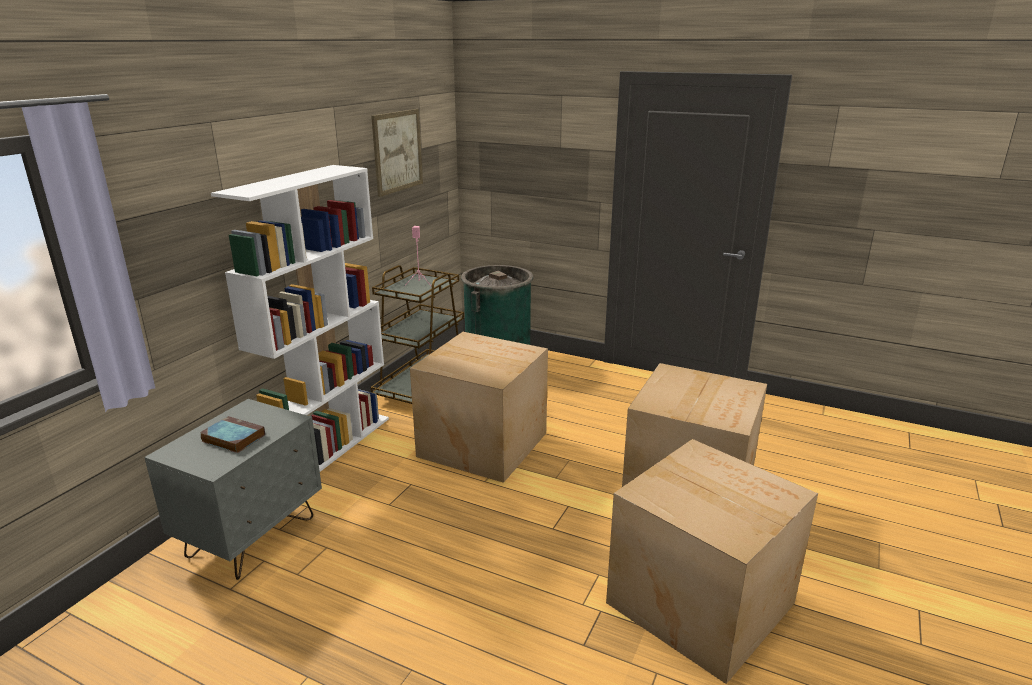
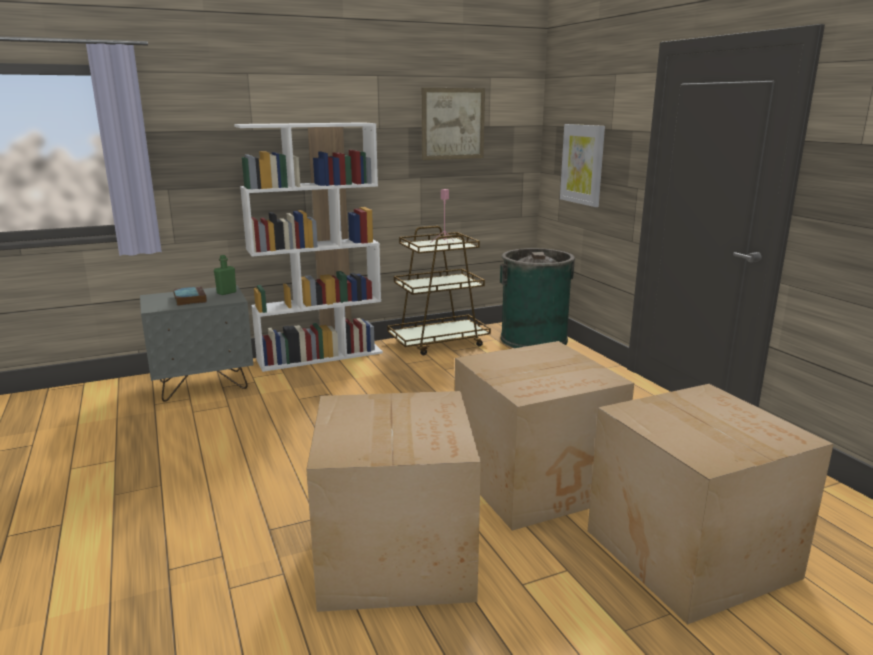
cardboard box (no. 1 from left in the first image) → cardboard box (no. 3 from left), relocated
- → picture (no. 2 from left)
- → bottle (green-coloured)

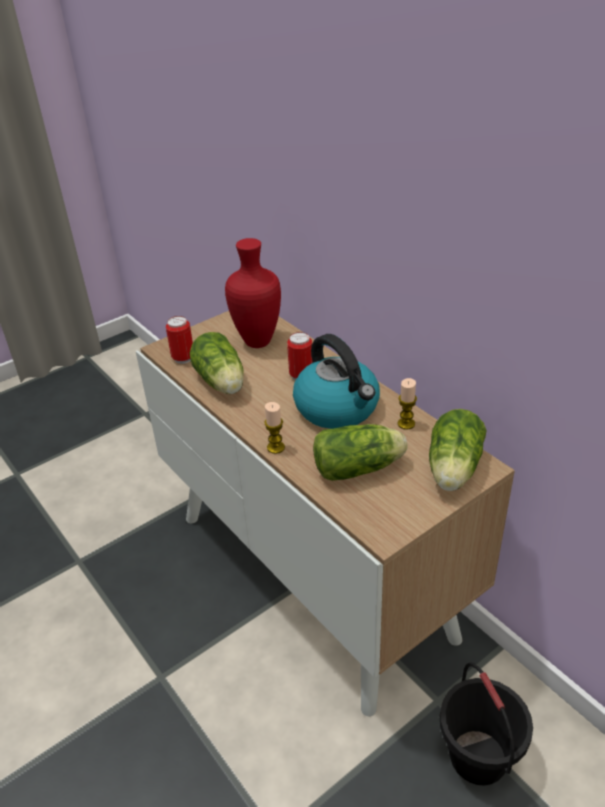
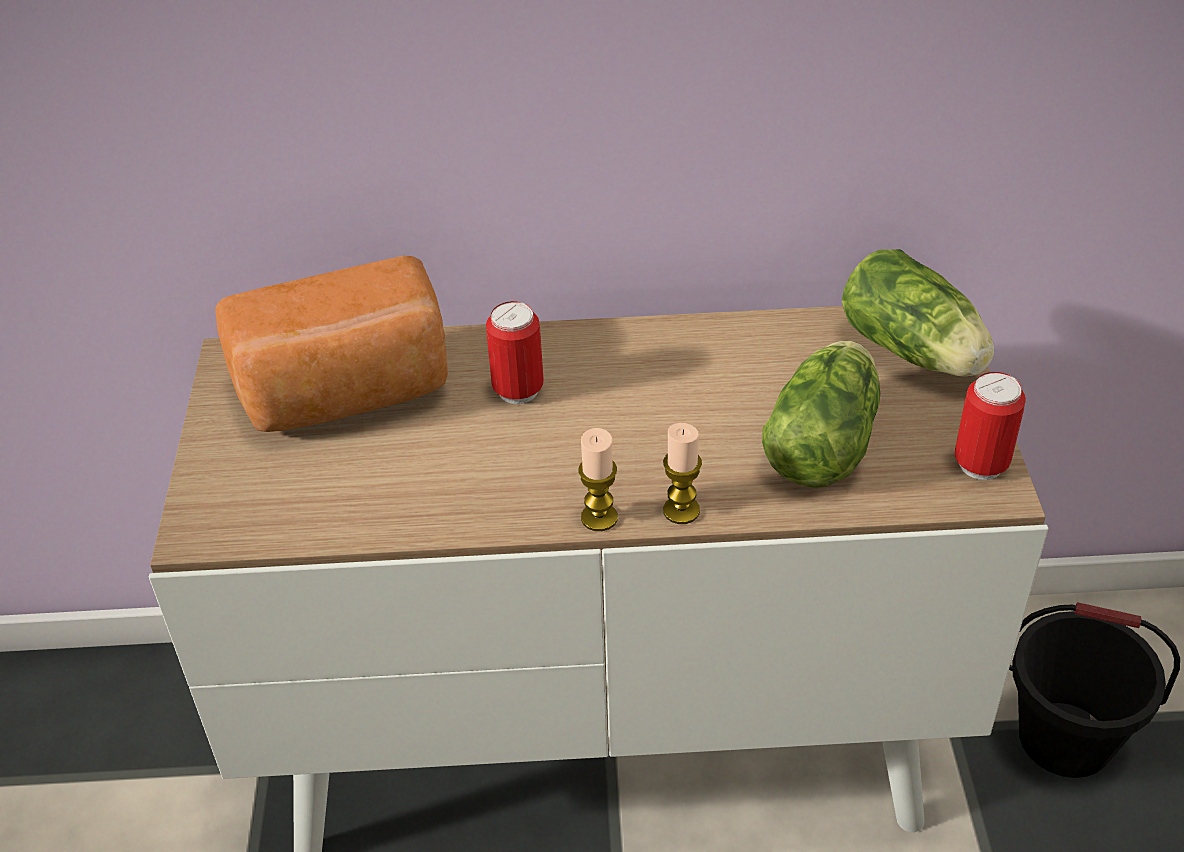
decorative vase (red-coloured) → bakery bread
sealed can (no. 1 from left in the first image) → sealed can (no. 2 from left), relocated
head of lettuce (no. 1 from left) → -
kettle → -
candle (no. 2 from left in the first image) → candle (no. 1 from left), relocated

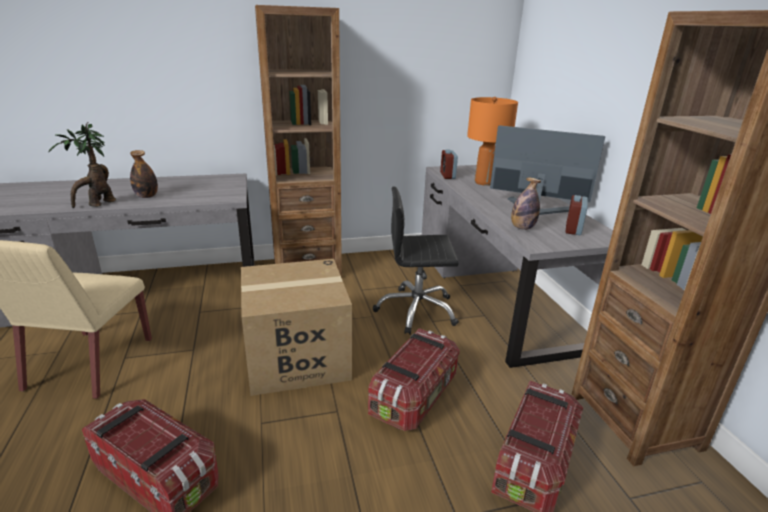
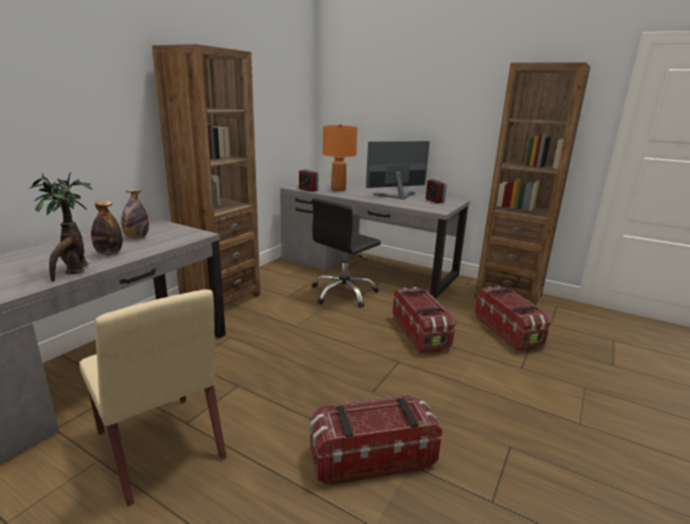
bottle (no. 2 from left), relocated
cardboard box → -

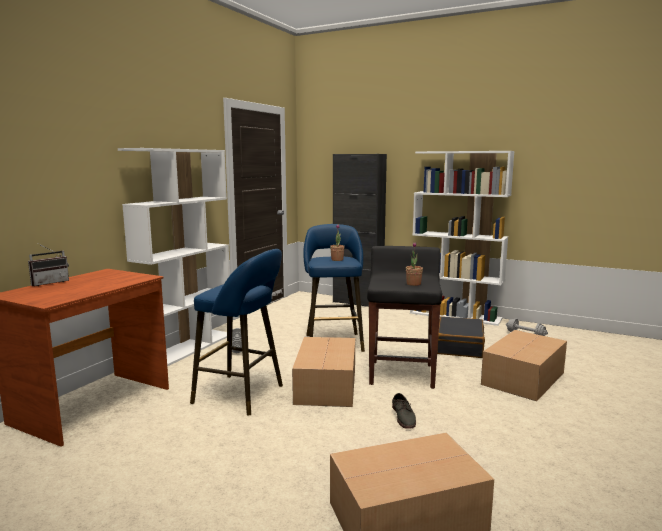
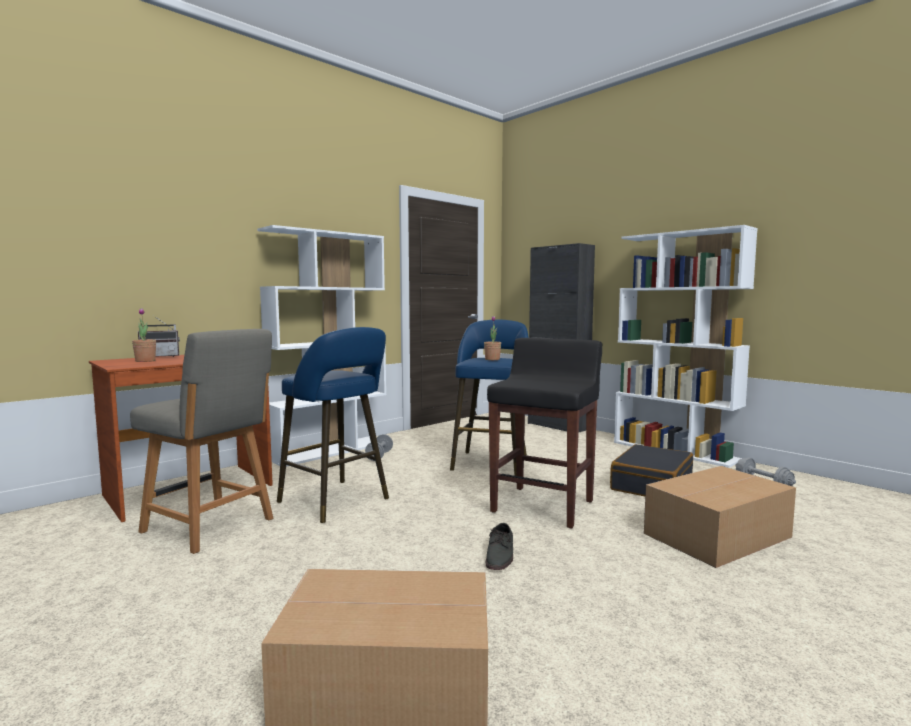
houseplant (no. 2 from left in the first image) → houseplant (no. 1 from left), relocated
cardboard box (no. 1 from left) → -
- → plain chair (gray)

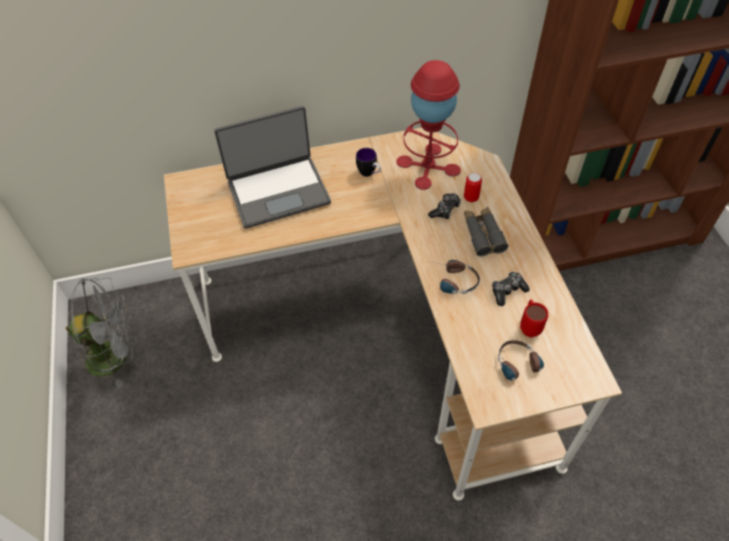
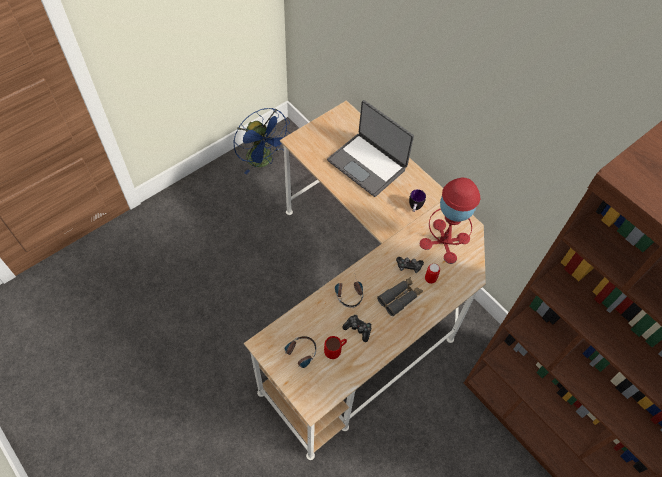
cooling fan (gray) → cooling fan (bluish)

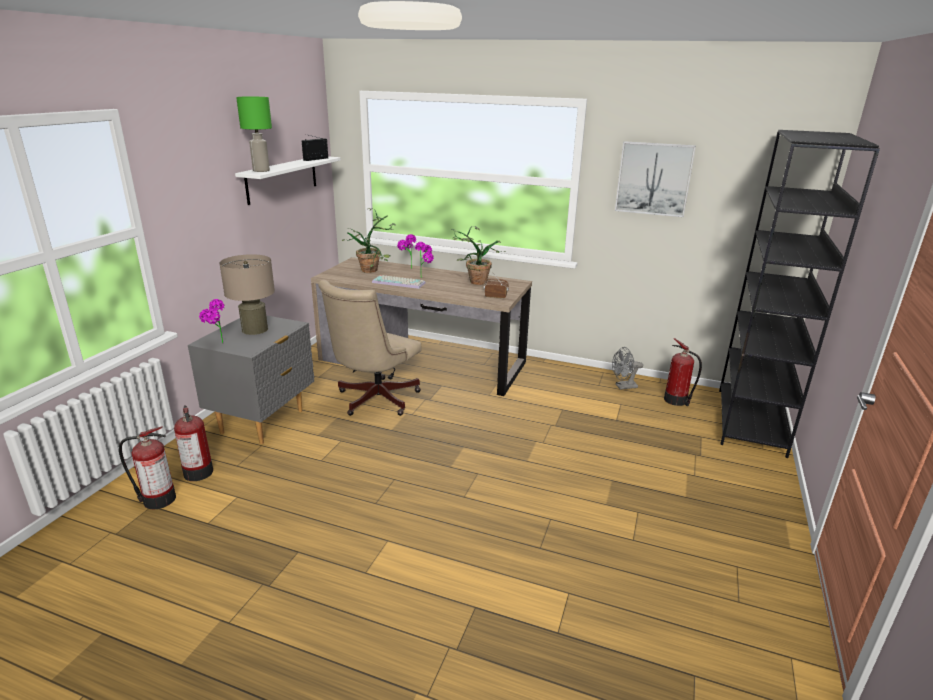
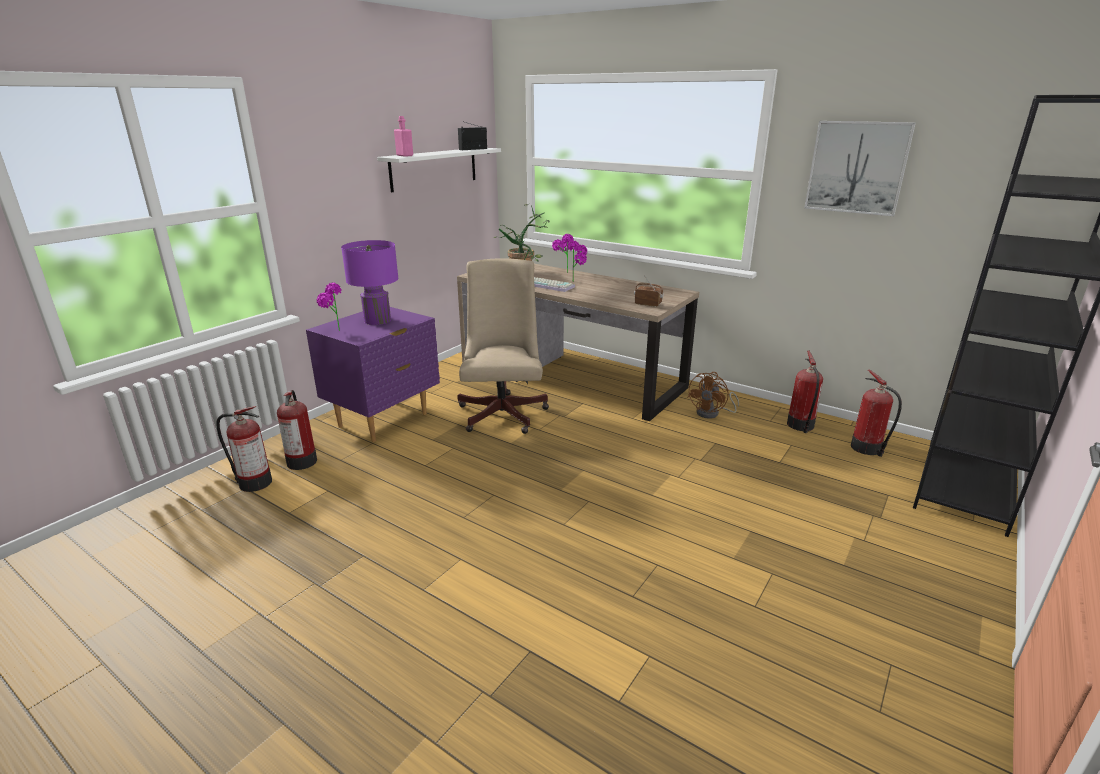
tabletop lamp (green-coloured) → bottle (pink)
houseplant (no. 5 from left) → -
tabletop lamp (beige-coloured) → tabletop lamp (purple-coloured)
computer chair (beige-coloured), 135 degrees clockwise
night table (gray) → night table (purple-coloured)
cooling fan (gray) → extinguisher (no. 3 from left)
- → cooling fan (brownish)

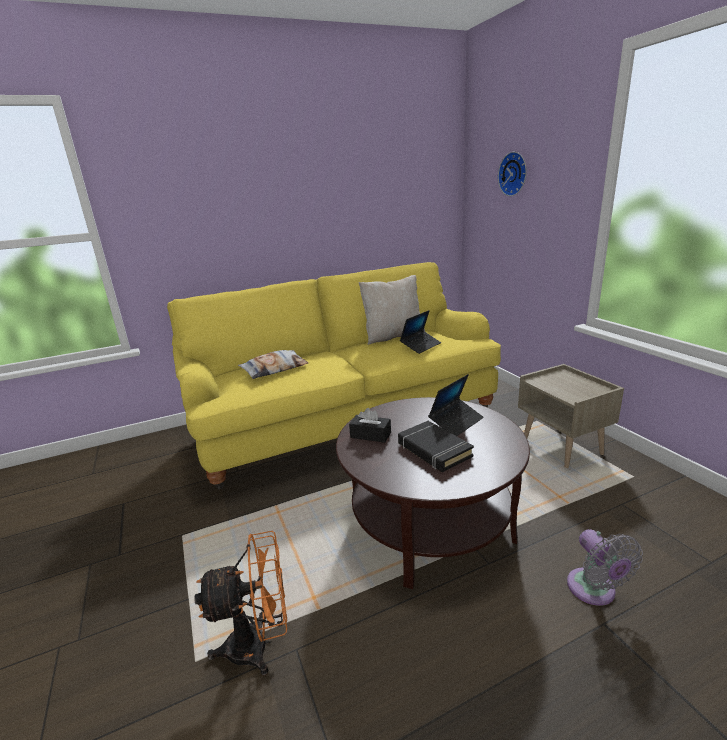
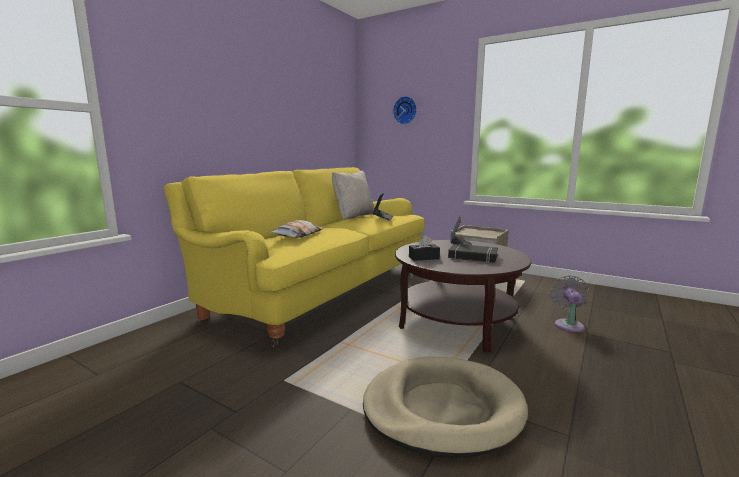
cooling fan (gray), 120 degrees counterclockwise
cooling fan (orange) → dog cushion (beige-coloured)

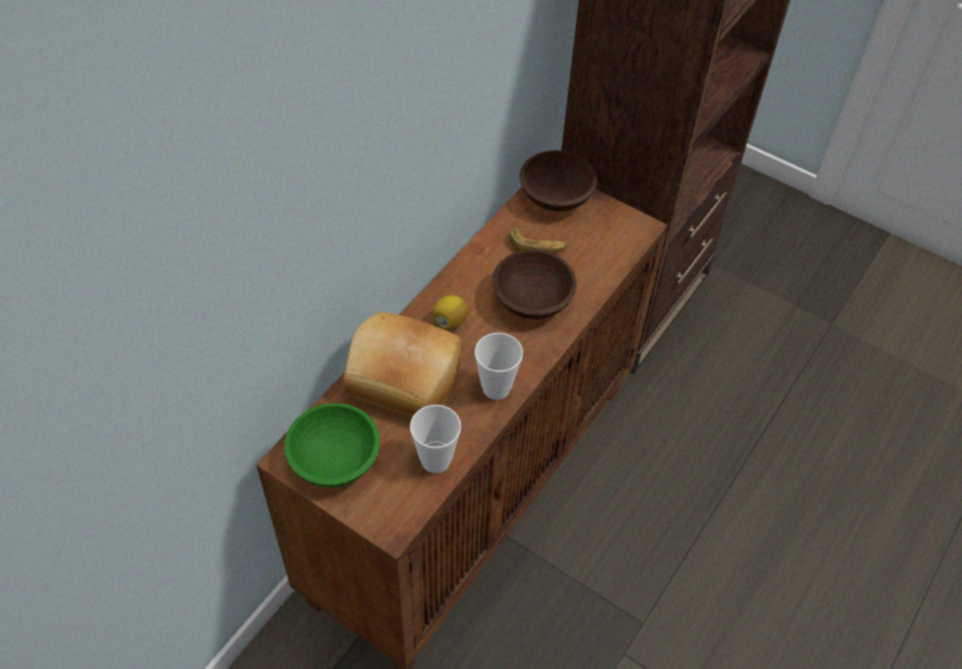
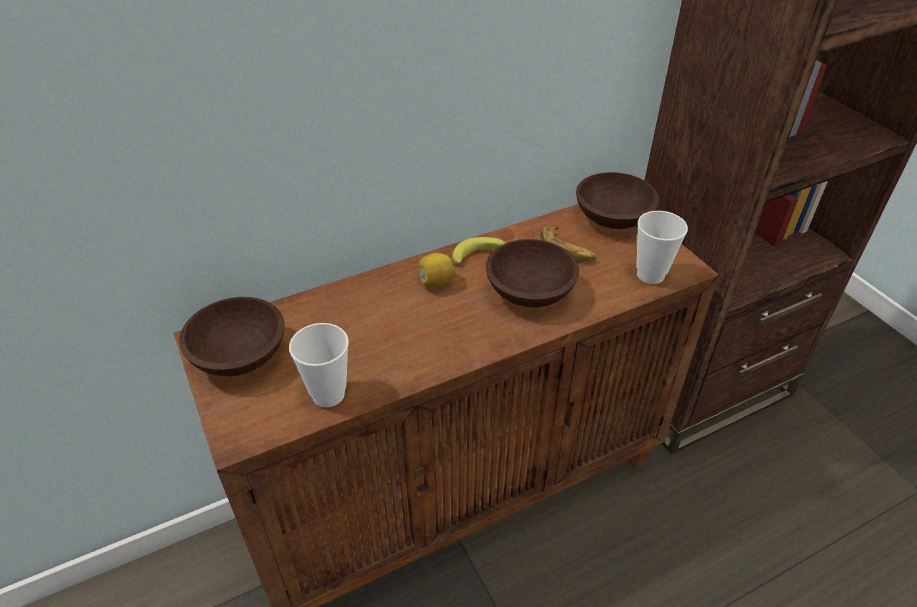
bakery bread → -
cup (no. 2 from left), relocated
deep dish (green-coloured) → deep dish (brownish) (no. 1 from left)
- → whole banana (no. 1 from left)

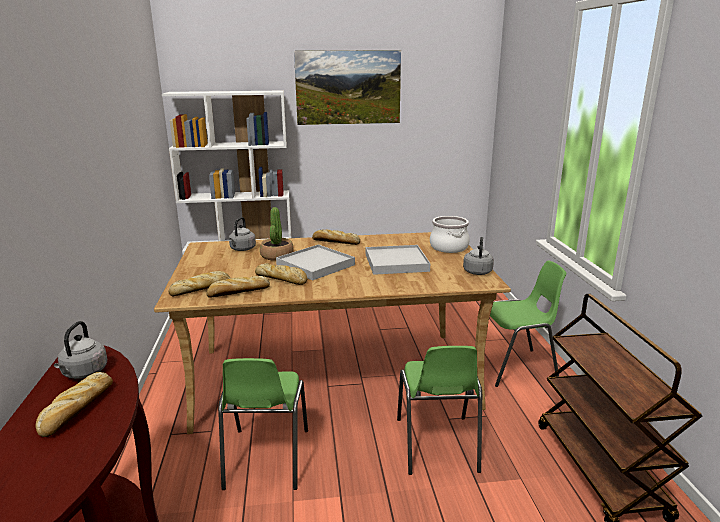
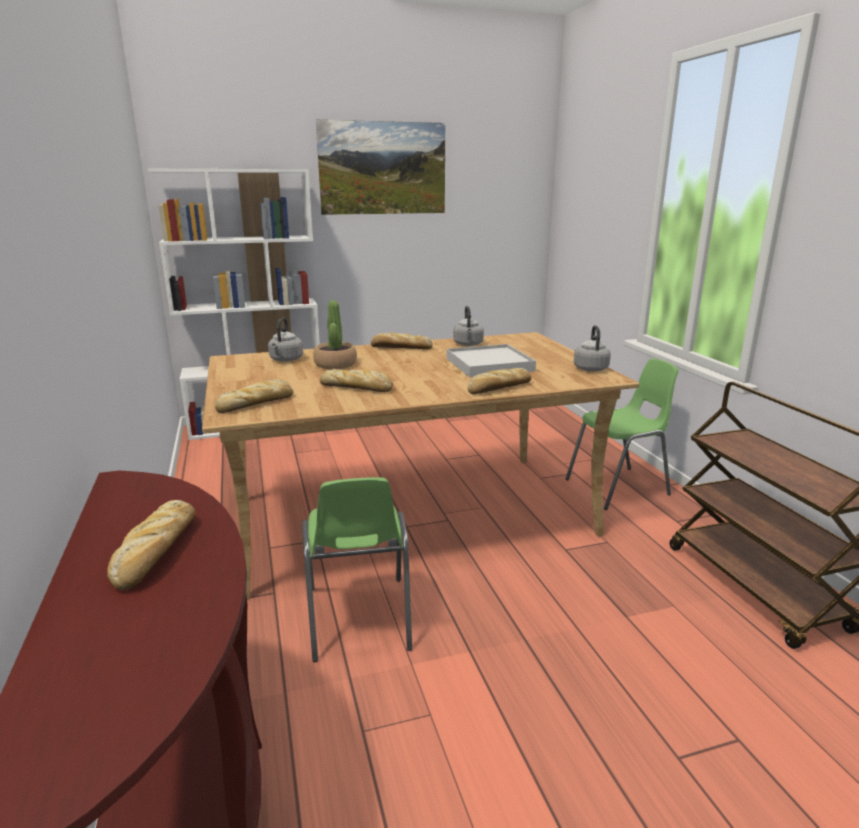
cooking pot → -
carrying tray (whitish) (no. 1 from left) → -
bakery bread (no. 3 from left in the first image) → bakery bread (no. 5 from left), relocated
kettle (gray) (no. 1 from left in the first image) → kettle (gray) (no. 2 from left), relocated
plain chair (green-coloured) (no. 2 from left) → -

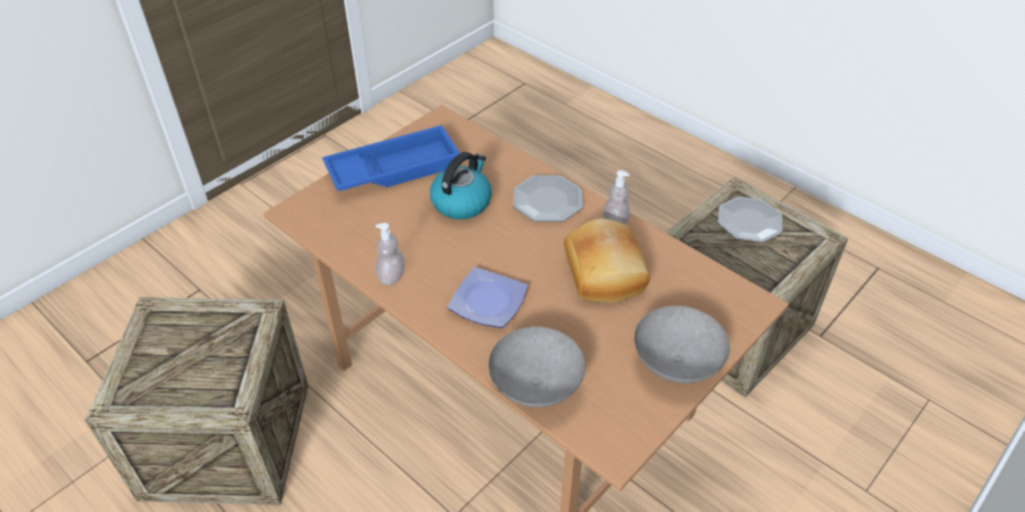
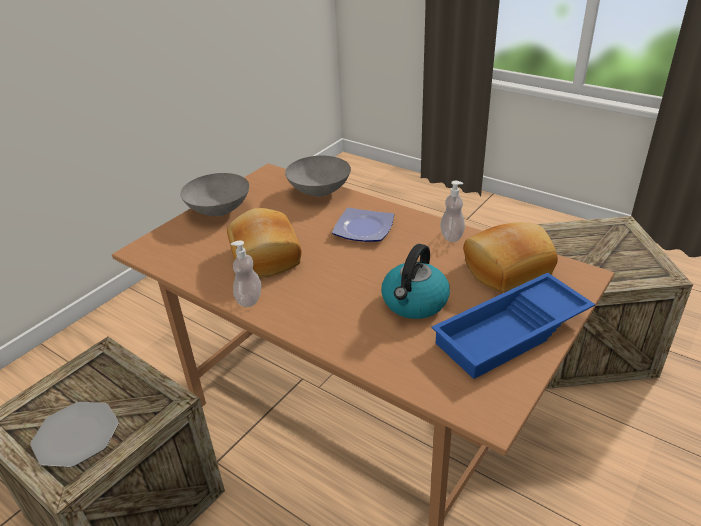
dinner plate (no. 2 from left) → -
- → bakery bread (no. 2 from left)

